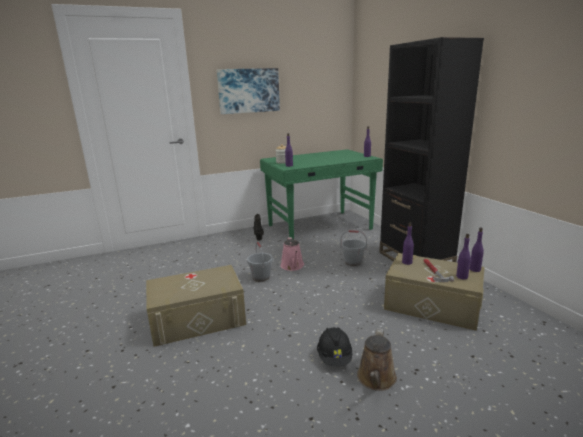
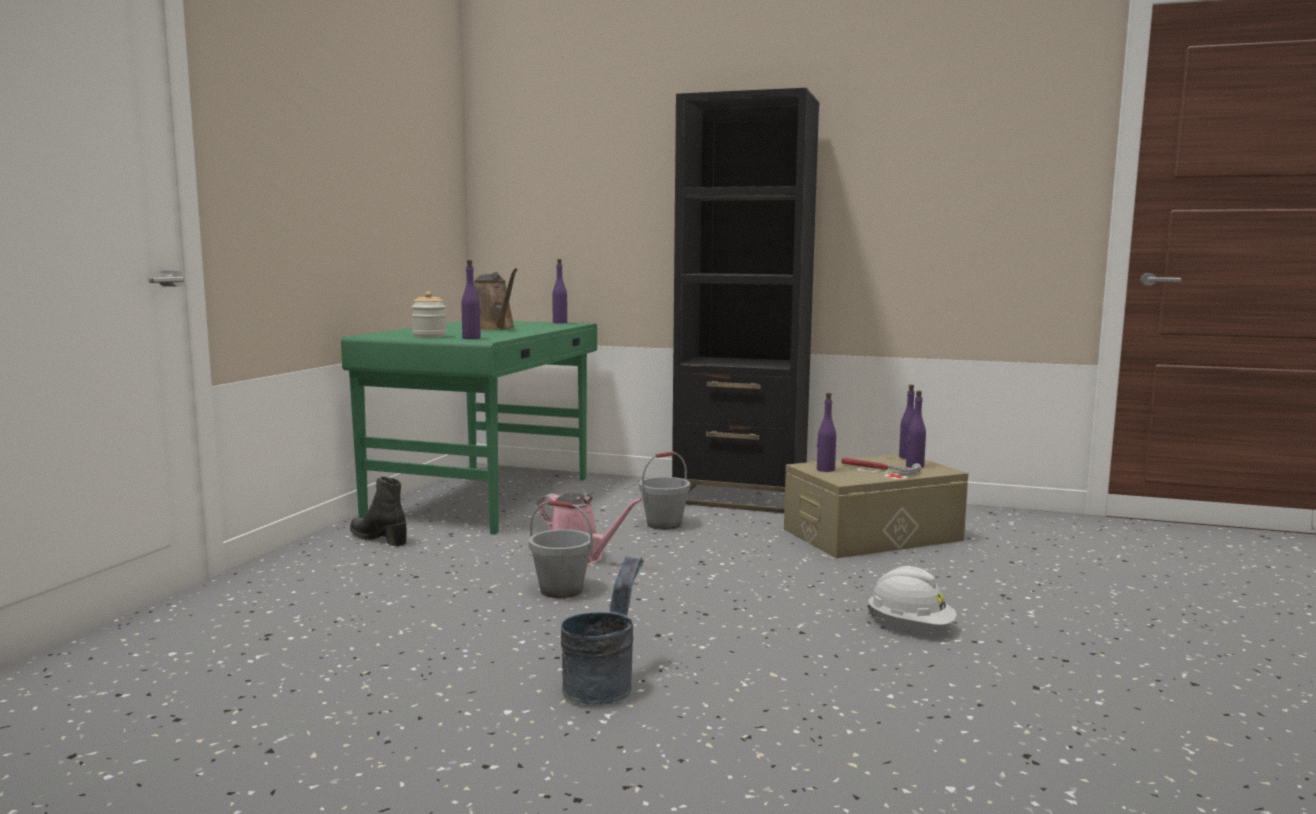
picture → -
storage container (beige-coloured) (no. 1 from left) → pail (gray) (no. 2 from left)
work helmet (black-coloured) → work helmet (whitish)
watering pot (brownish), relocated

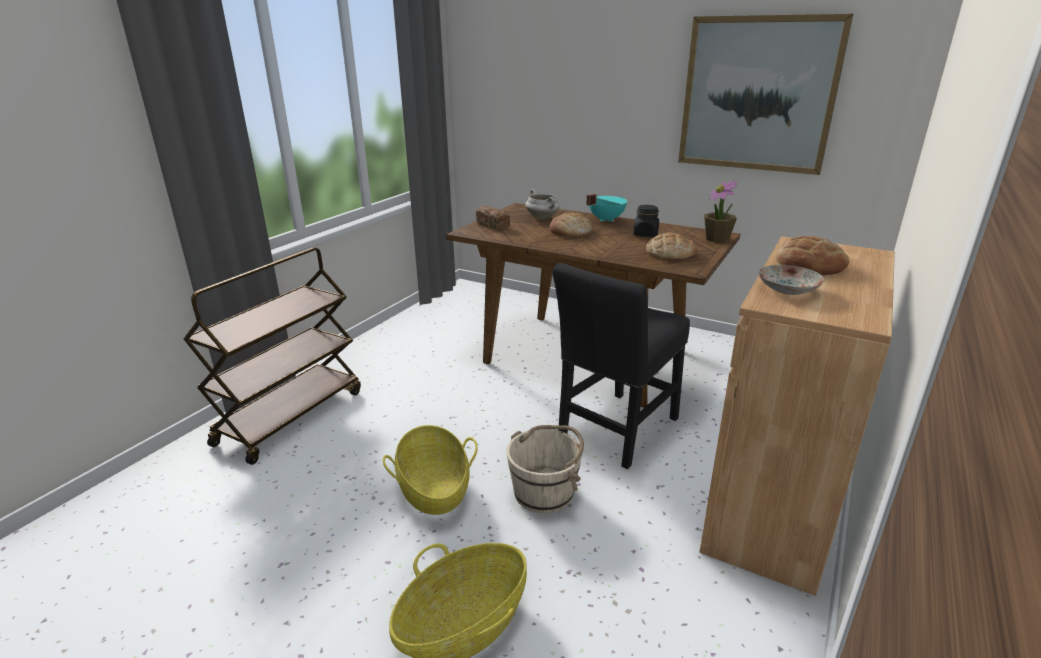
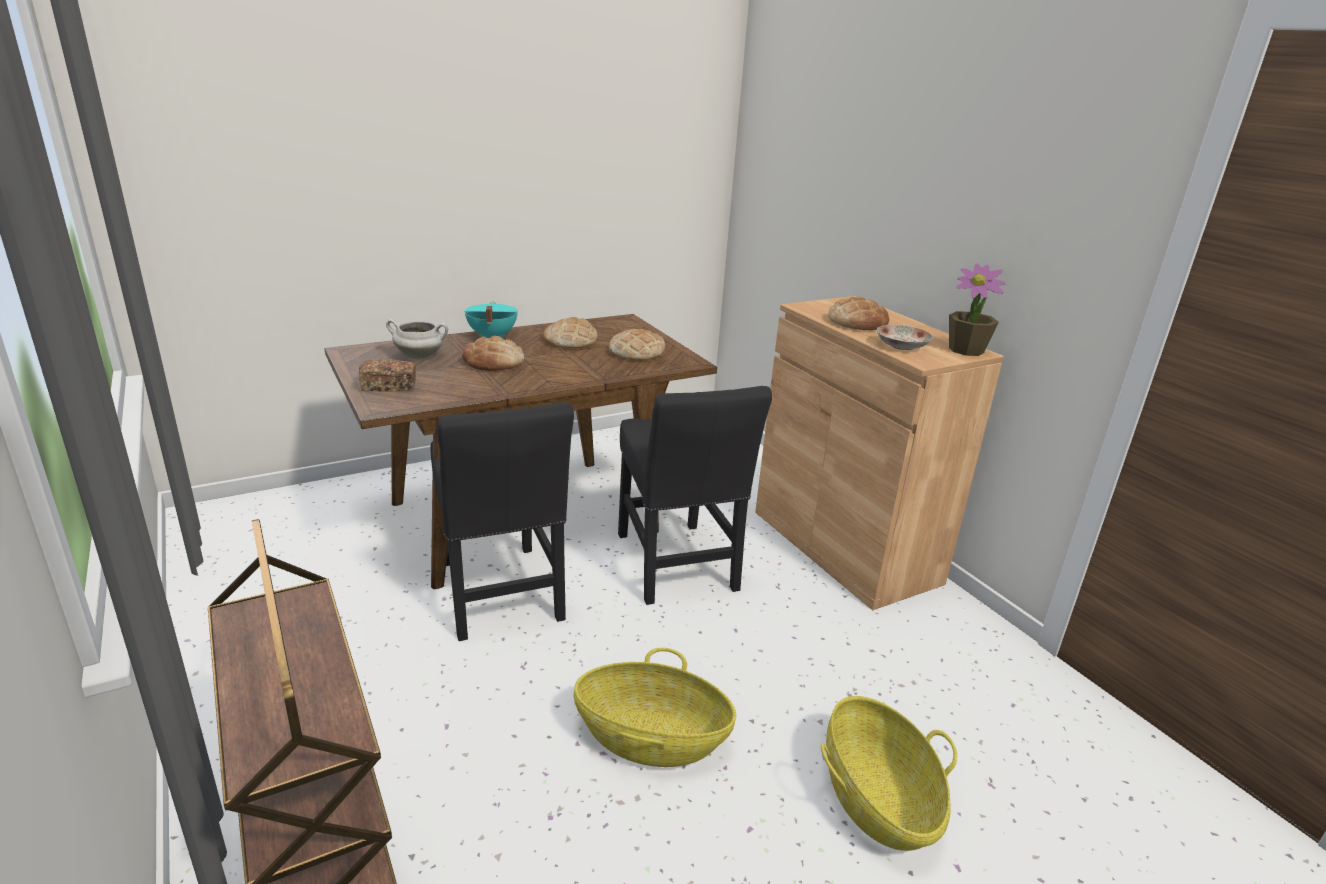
picture → -
houseplant, relocated
storage jar (black-coloured) → bakery bread (no. 3 from left)
pail (beige-coloured) → -
- → plain chair (black-coloured) (no. 1 from left)

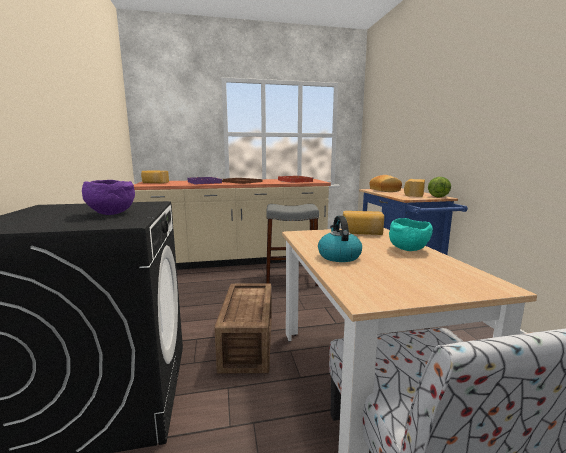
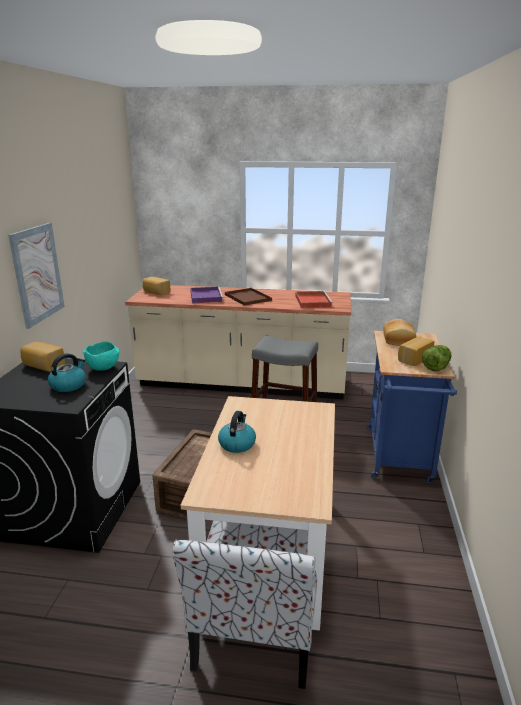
deep dish (purple-coloured) → kettle (no. 1 from left)
bakery bread (no. 2 from left in the first image) → bakery bread (no. 1 from left), relocated
deep dish (turquoise-coloured), relocated
- → picture

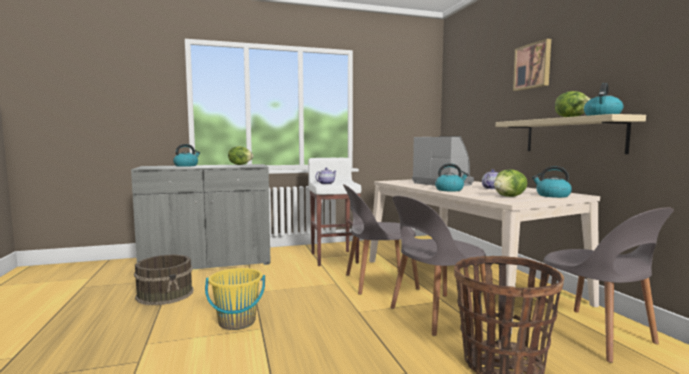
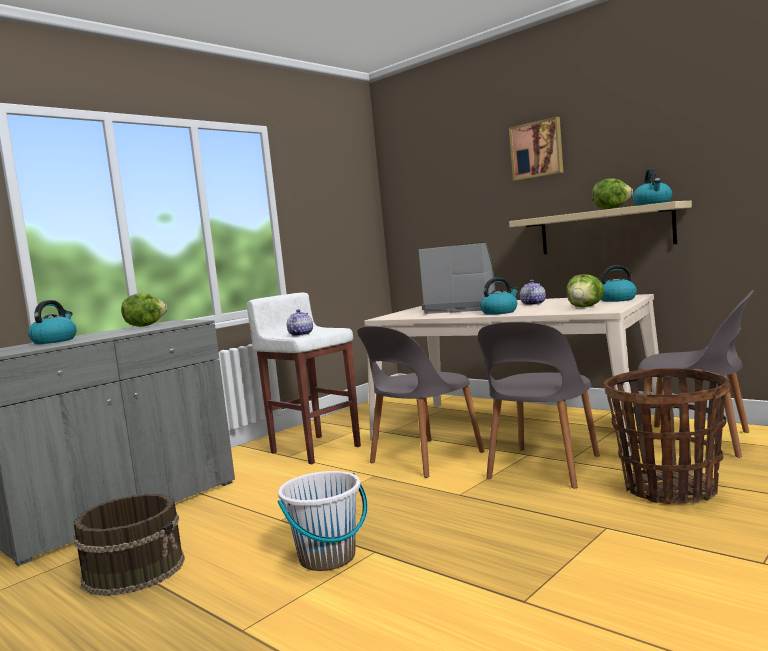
pail (yellowish) → pail (whitish)

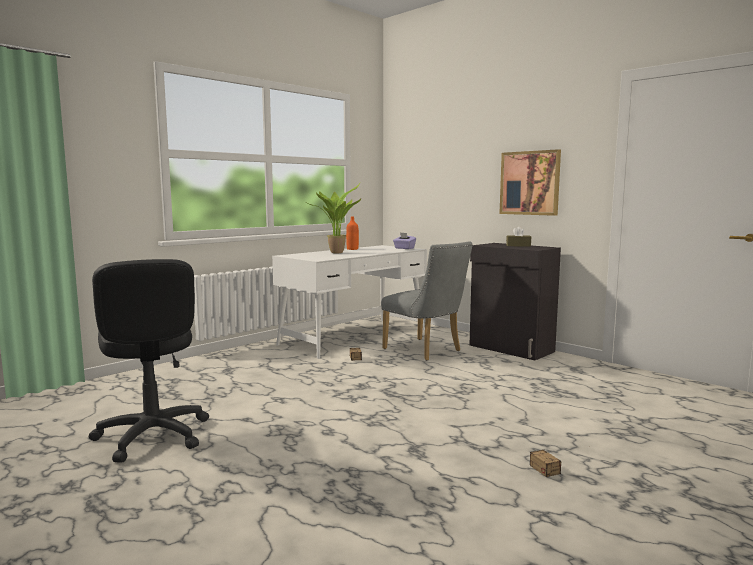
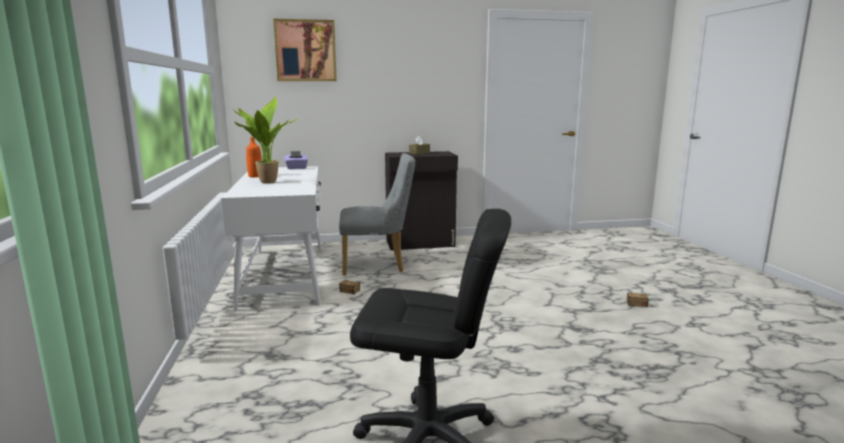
picture, relocated

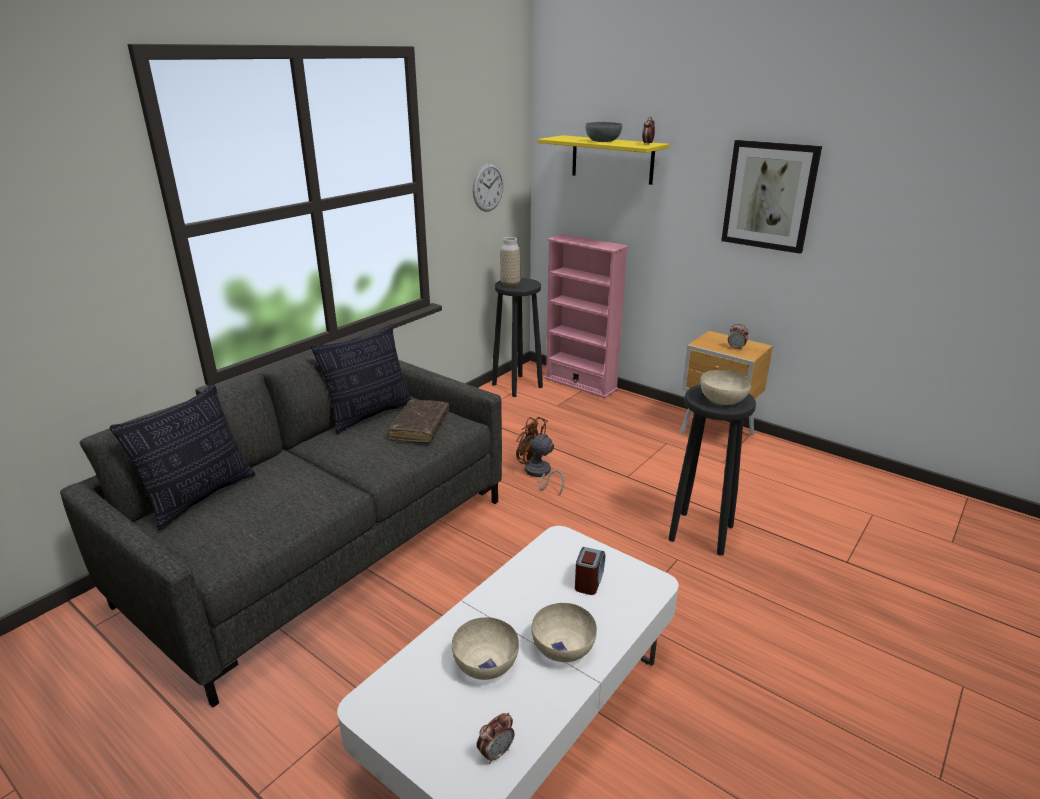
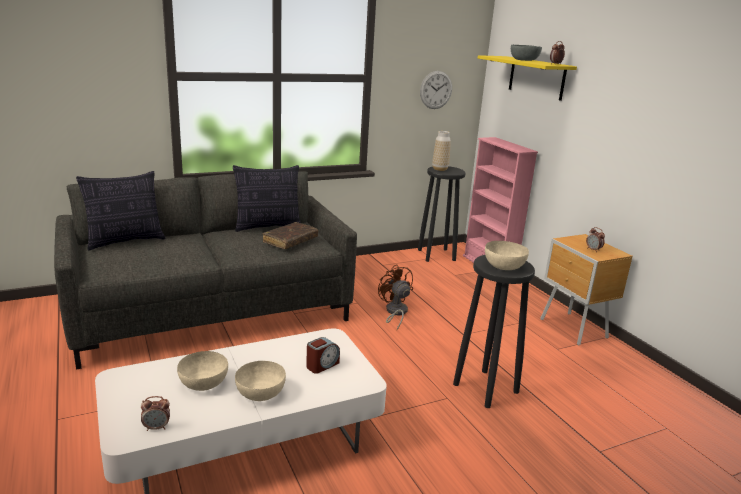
picture → -

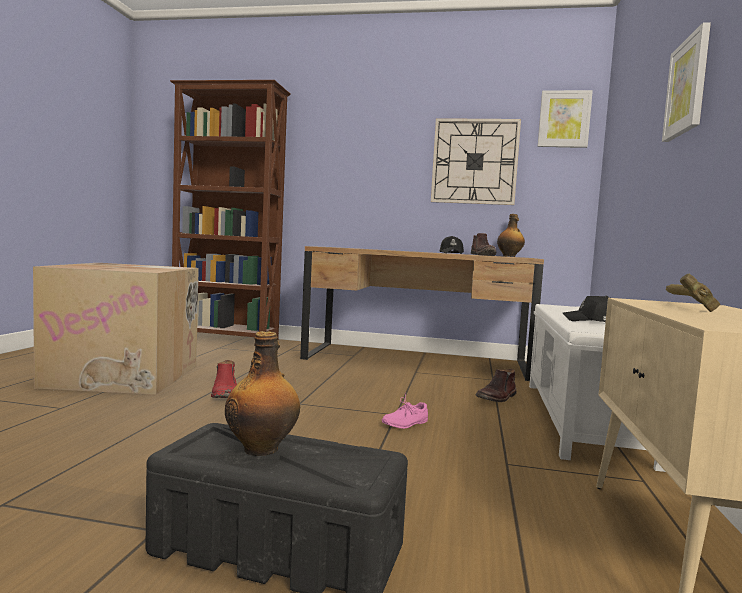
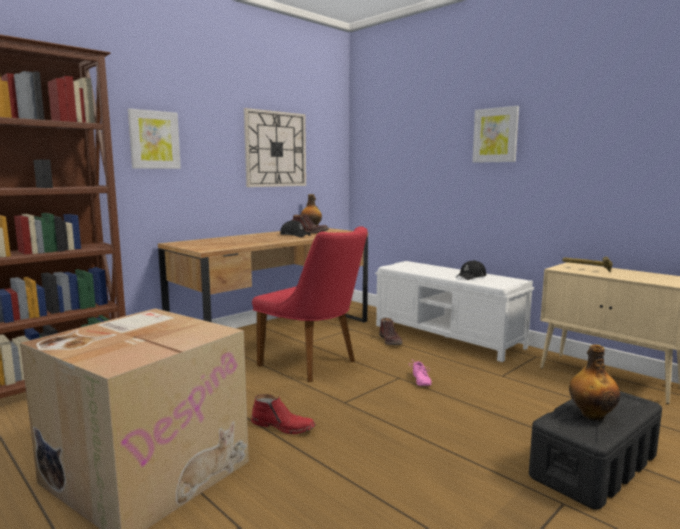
picture (no. 1 from left), relocated
- → plain chair (red-coloured)

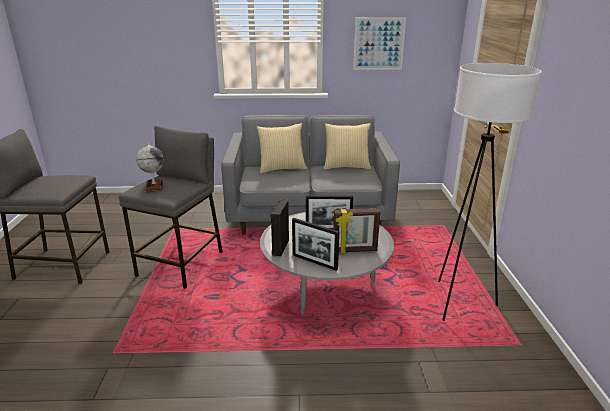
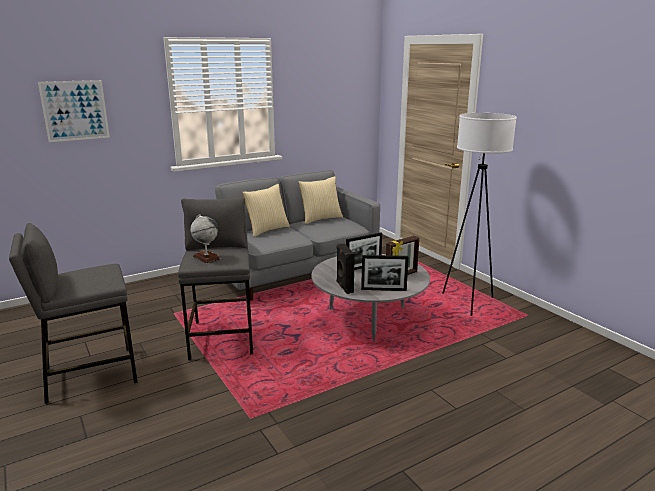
picture, relocated

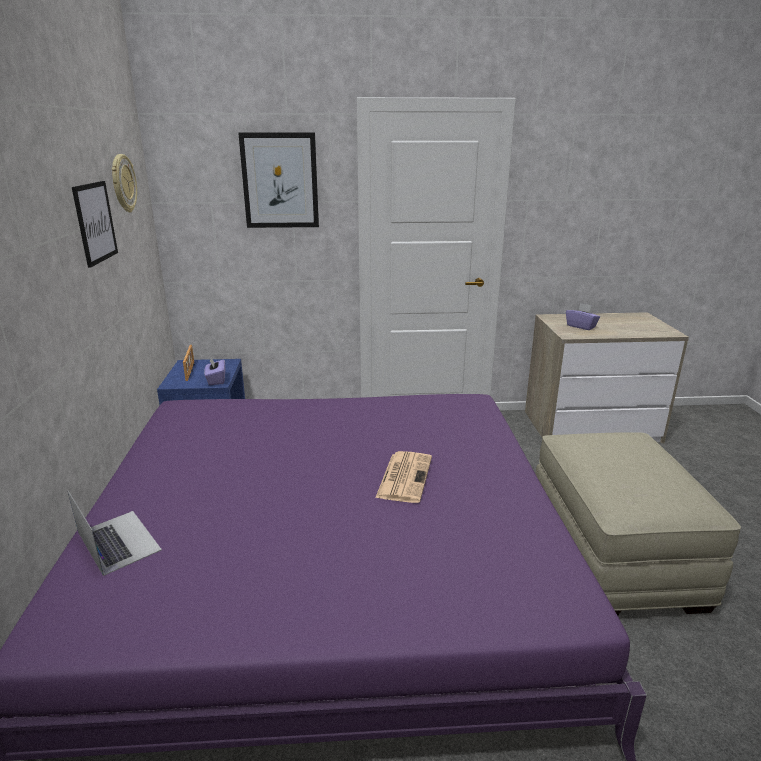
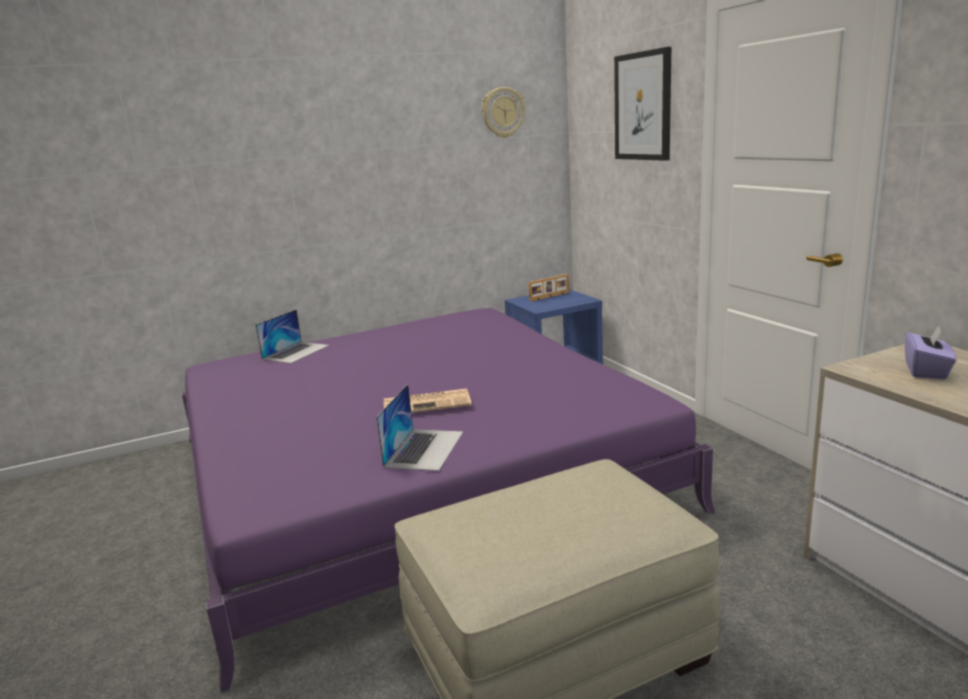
picture (no. 1 from left) → -
tissue box (purple-coloured) (no. 1 from left) → -
- → portable computer (no. 2 from left)

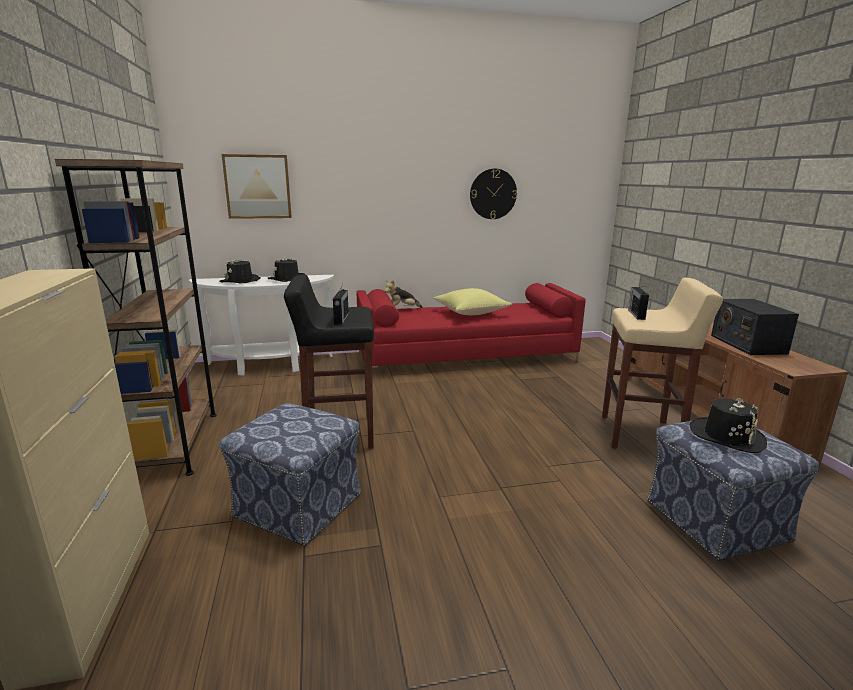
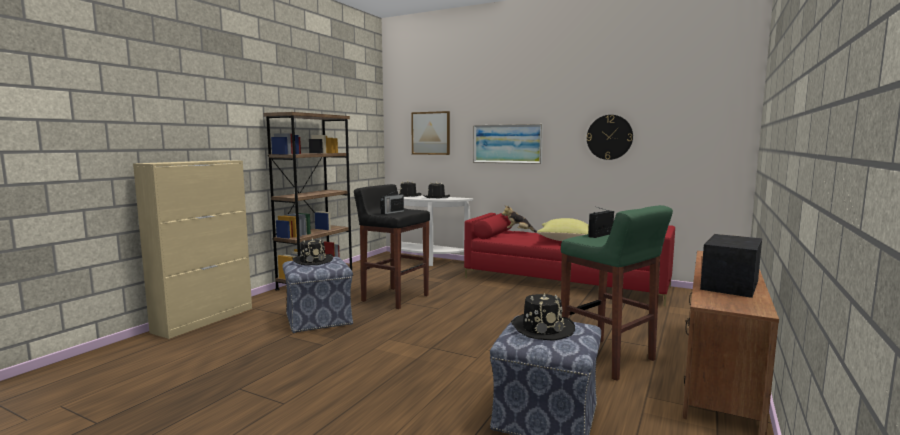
stool (beige-coloured) → stool (green-coloured)
- → picture (no. 2 from left)
- → wearable hat (black-coloured) (no. 1 from left)

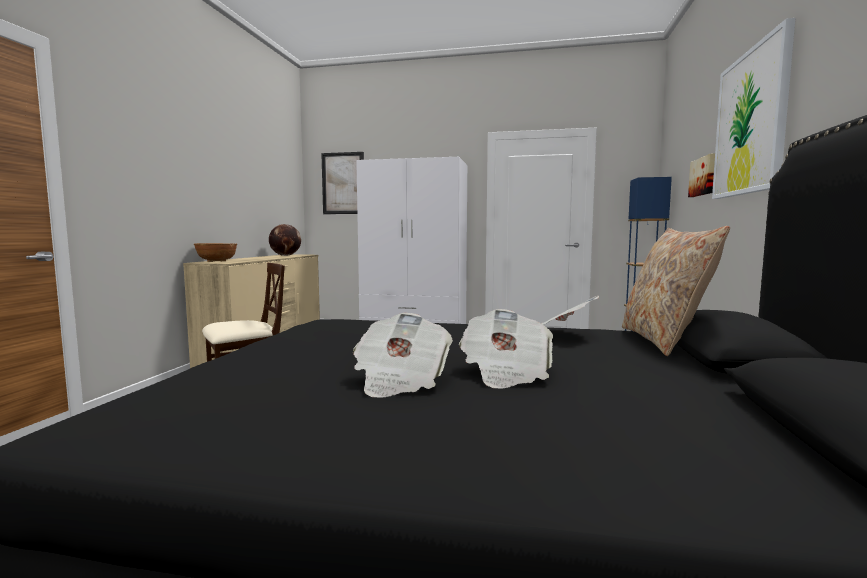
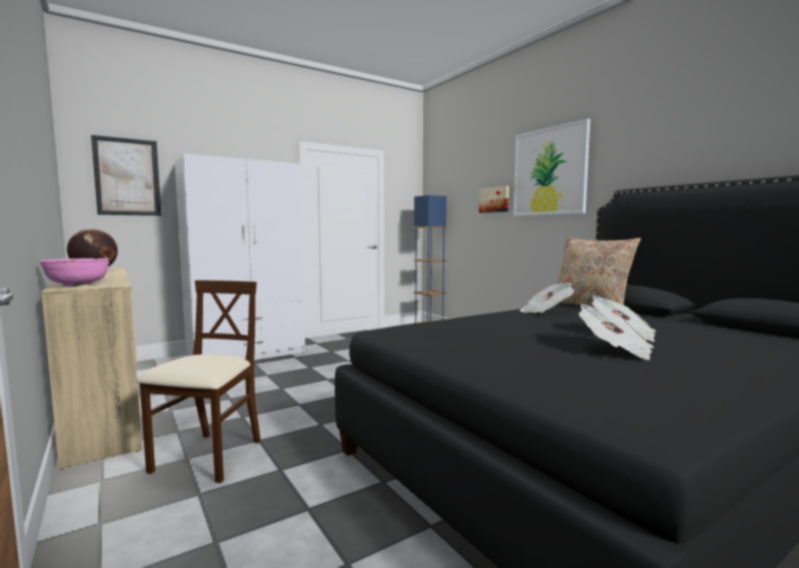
deep dish (brownish) → deep dish (pink)

